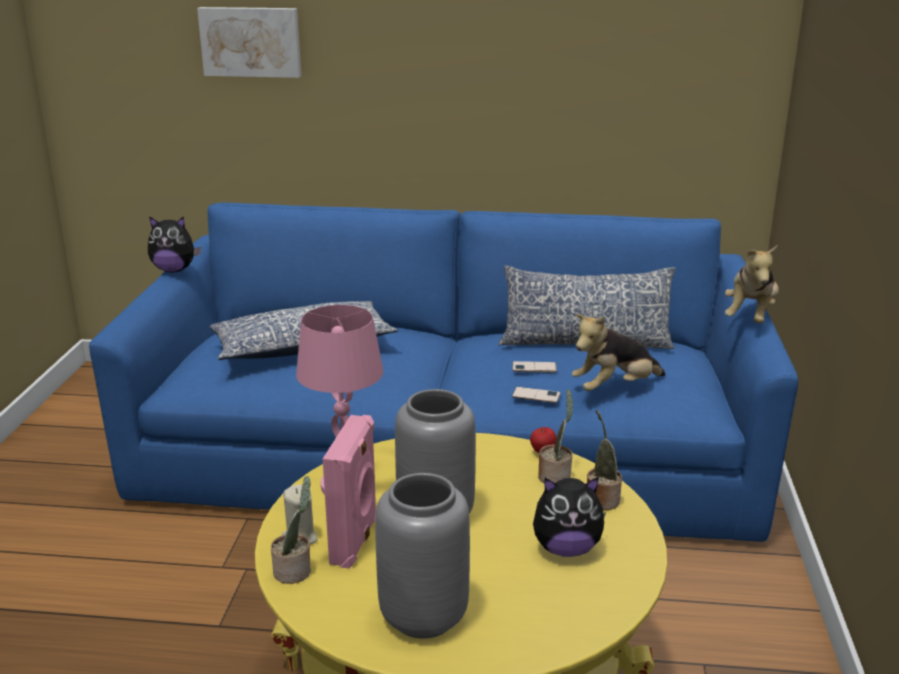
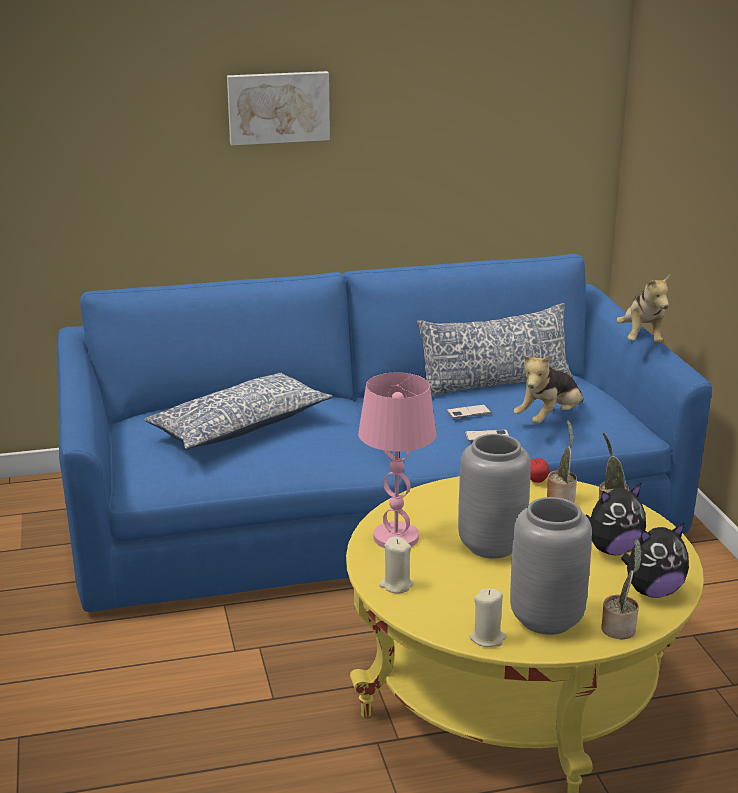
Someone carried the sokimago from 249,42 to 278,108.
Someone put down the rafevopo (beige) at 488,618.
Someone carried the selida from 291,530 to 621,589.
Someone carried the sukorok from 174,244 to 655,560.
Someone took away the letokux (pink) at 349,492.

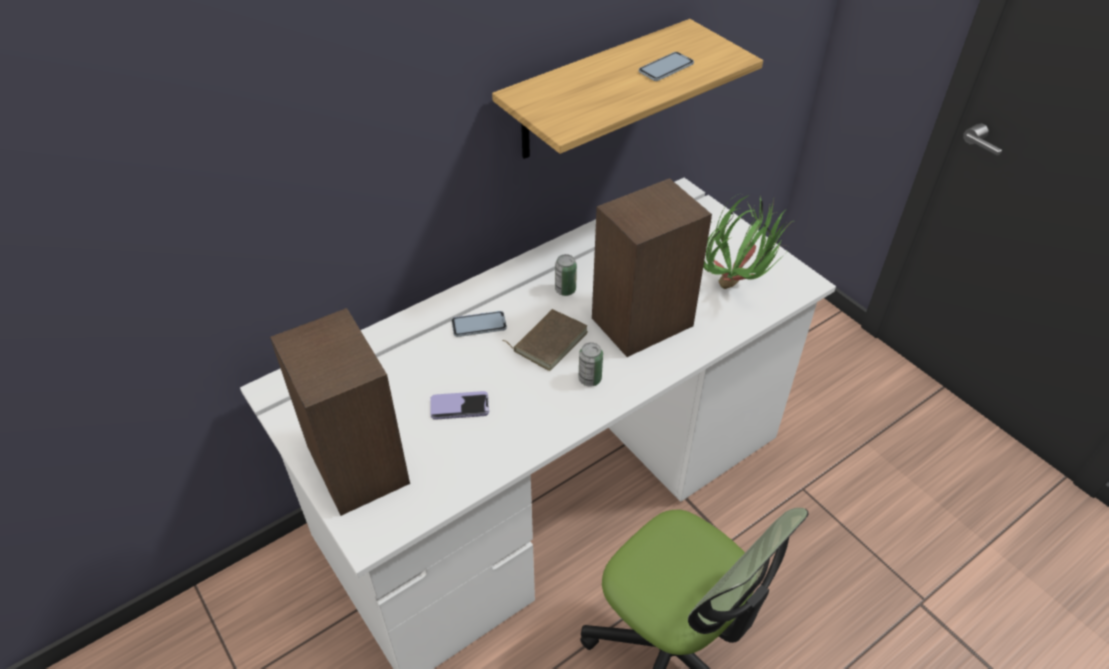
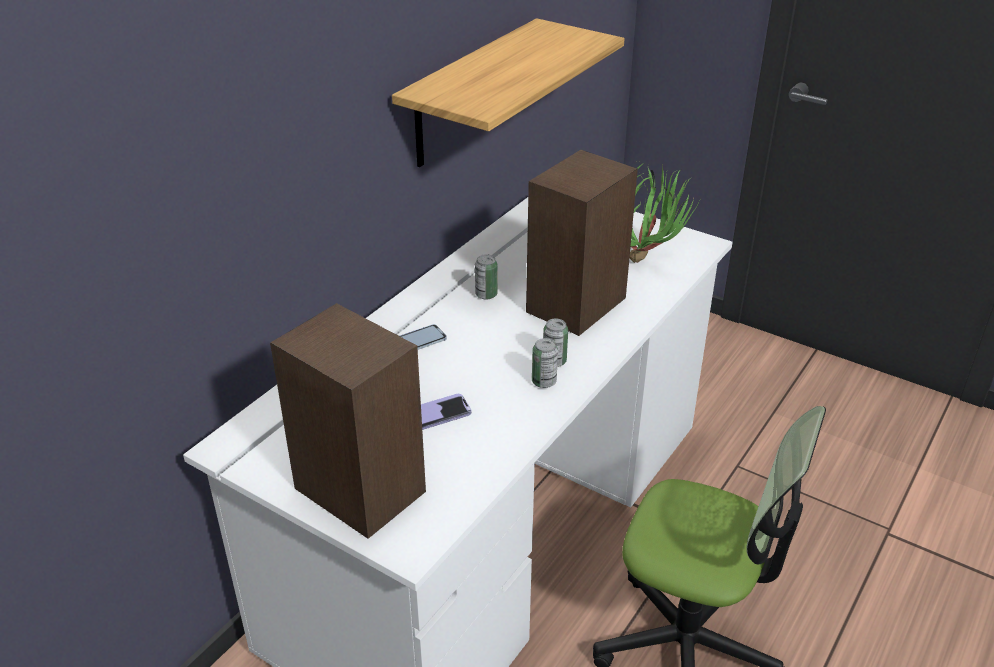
Someone put down the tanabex at 545,363.
Someone took away the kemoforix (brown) at 545,340.
Someone took away the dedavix at 666,66.

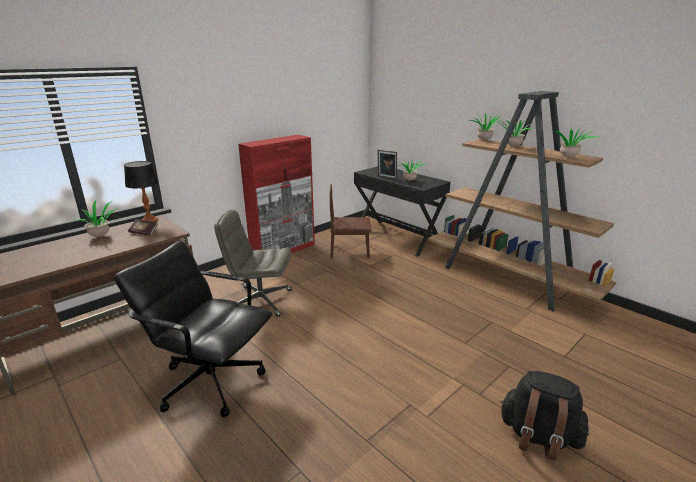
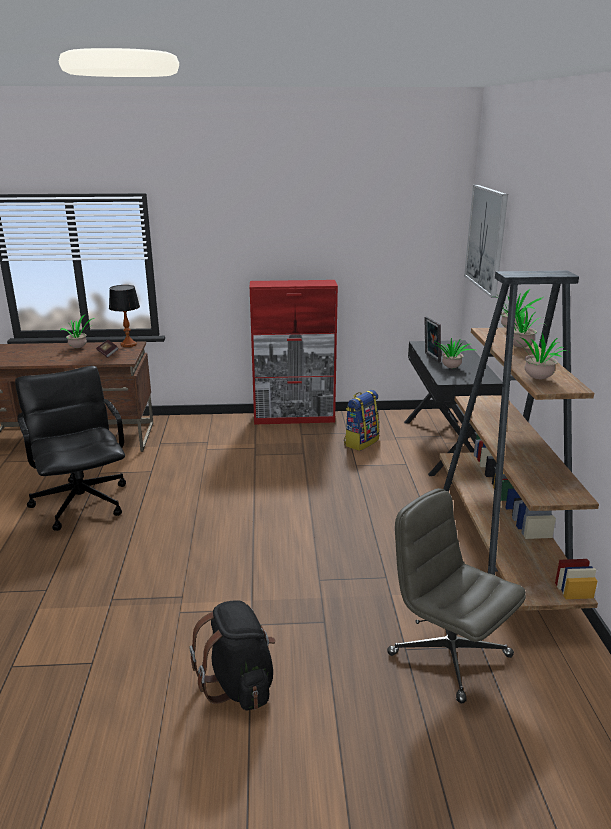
Someone swapped the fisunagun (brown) at 350,221 for the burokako at 362,420.
Someone carried the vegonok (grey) from 253,263 to 456,595.
Someone put up the sokimago at 486,241.

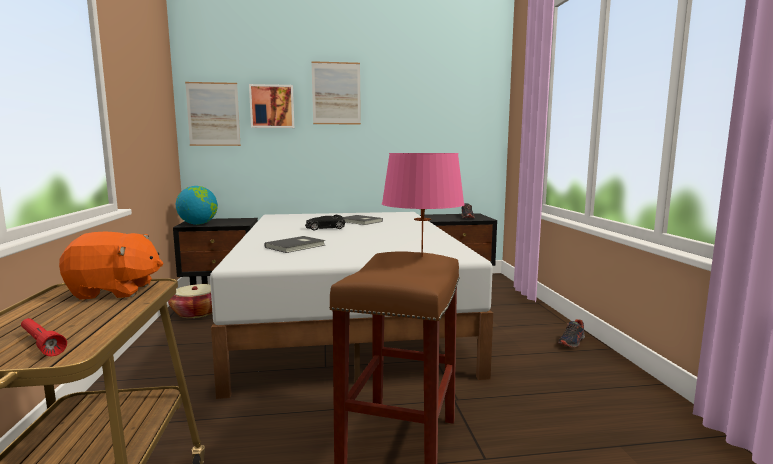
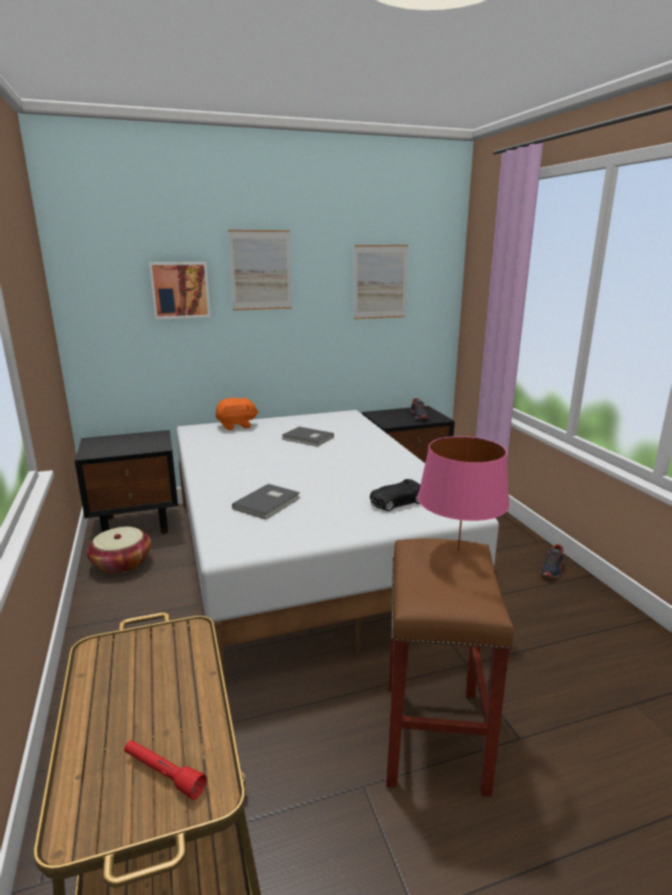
Someone carried the sukorok (orange) from 111,266 to 237,414.
Someone carried the sokimago from 213,114 to 381,282.
Someone carried the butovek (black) from 325,222 to 395,495.
Someone took away the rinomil at 197,205.

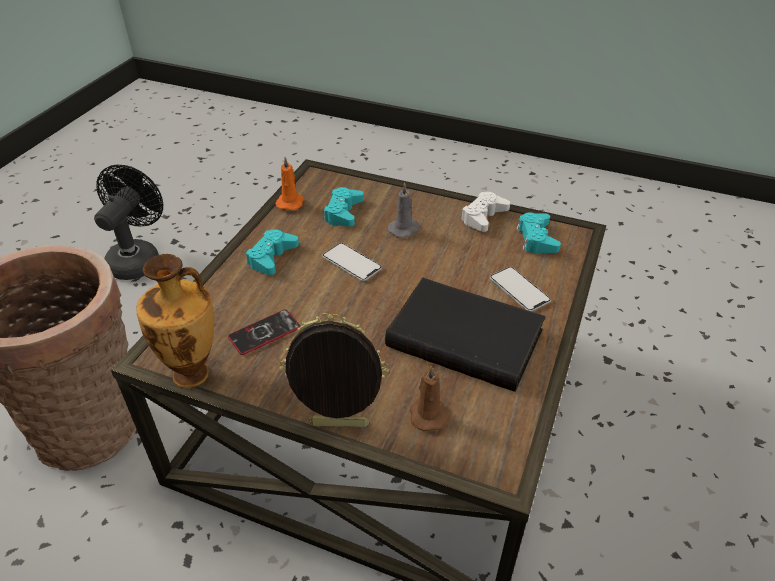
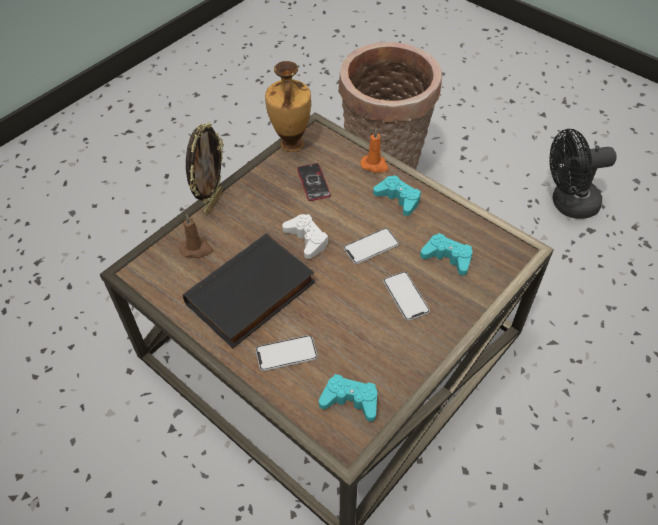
Someone carried the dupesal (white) from 485,212 to 305,236.
Someone carried the rafevopo (orange) from 289,183 to 374,151.
Someone swapped the rafevopo (grey) at 403,210 for the dedavix at 406,296.
Someone rotated the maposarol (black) at 128,222 by 135 degrees clockwise.

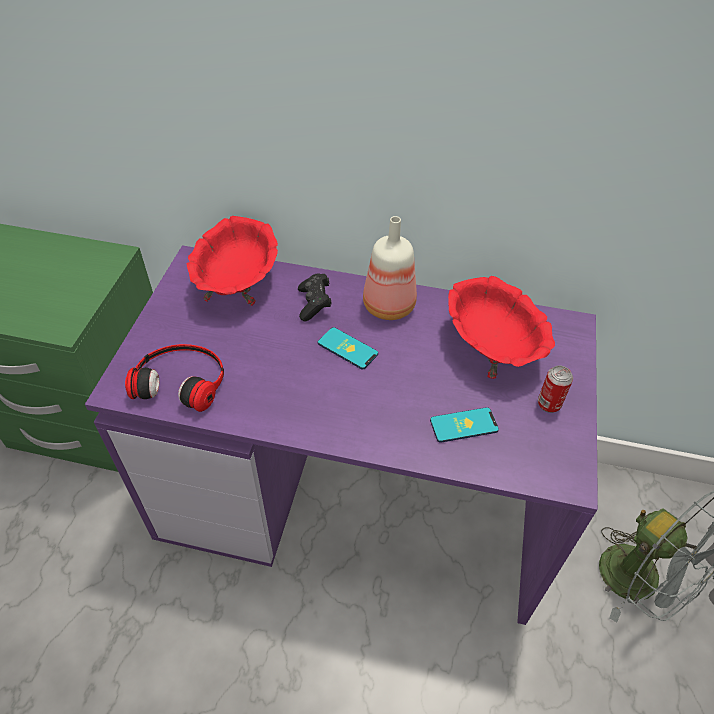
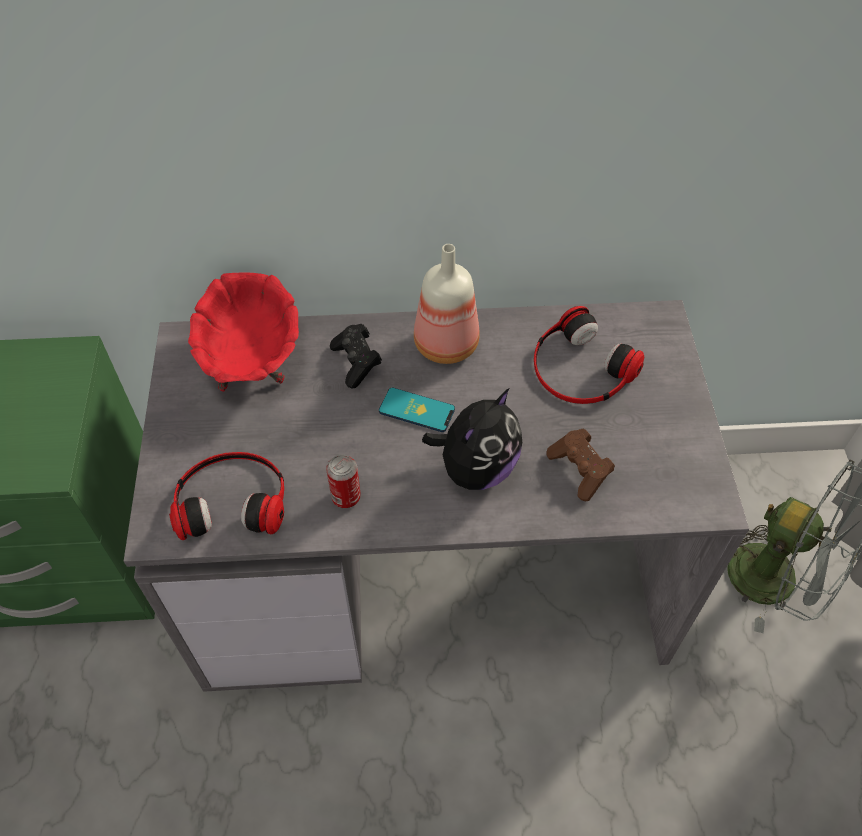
Someone repainted the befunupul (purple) at 341,435, which became the befunupul (grey) at 436,496.
Someone carried the tanabex from 555,389 to 343,481.
Someone put down the sukorok at 472,439.
Someone swapped the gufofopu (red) at 501,327 for the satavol at 589,355.
Someone swapped the dedavix at 464,425 for the dupesal (brown) at 580,465.

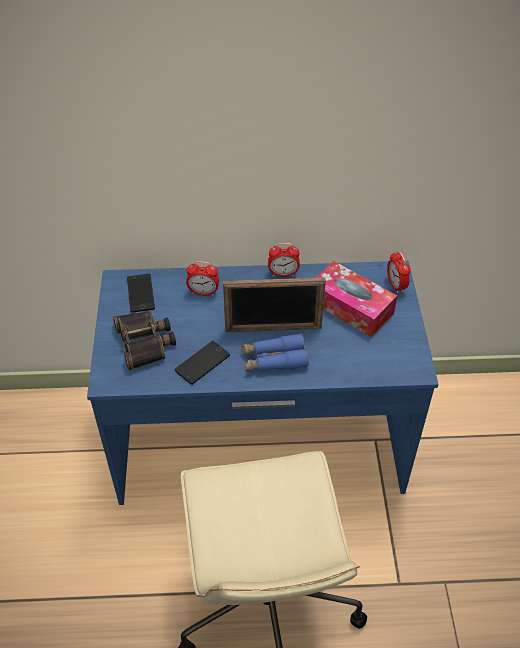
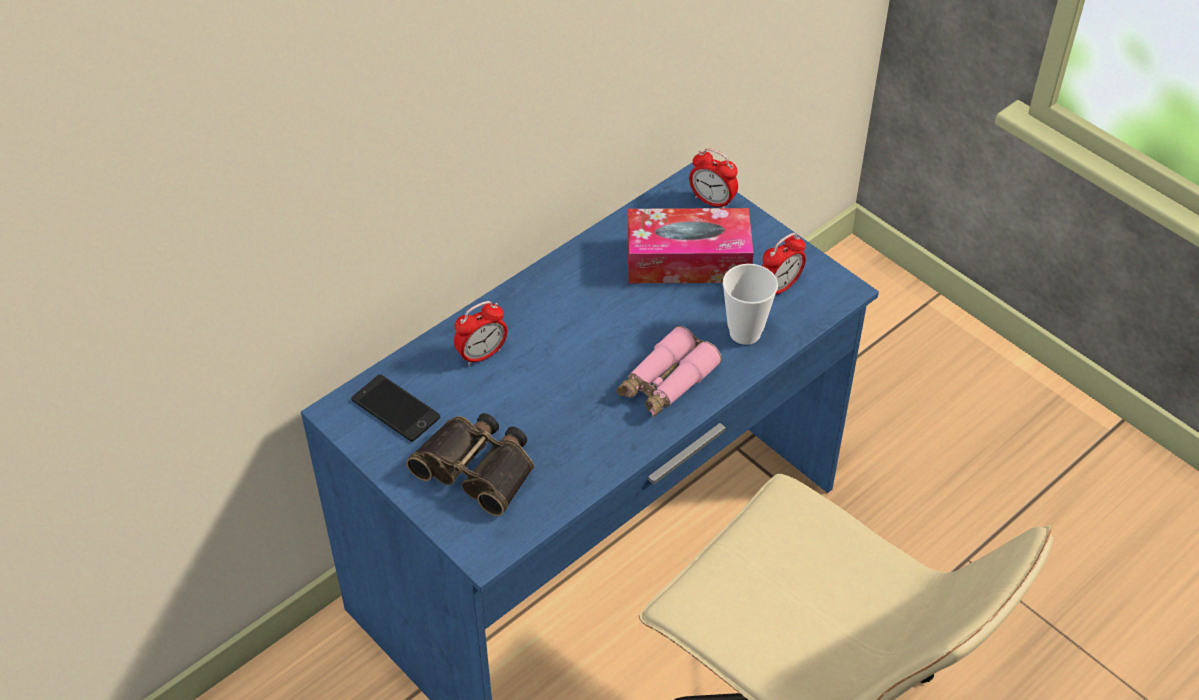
Someone repainted the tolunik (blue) at 275,352, which became the tolunik (pink) at 669,371.
Someone put down the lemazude at 750,304.
Someone carried the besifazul from 284,260 to 784,263.
Someone took away the dedavix at 202,363.
Someone took away the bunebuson at 274,305.

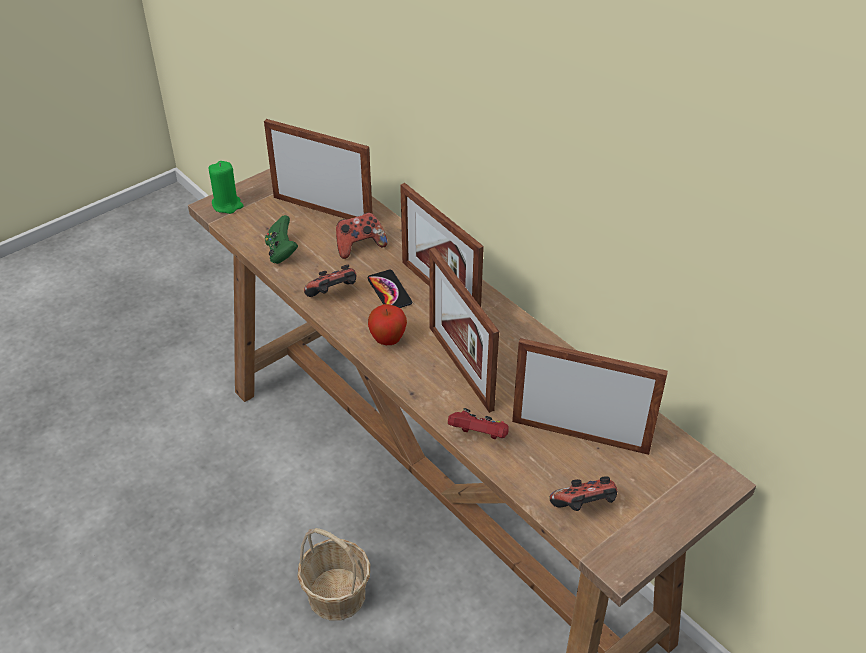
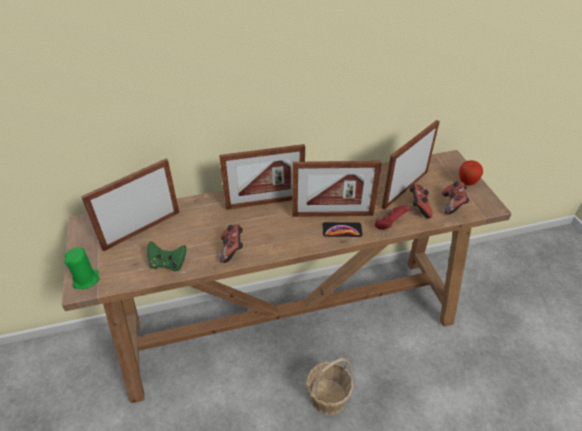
Someone carried the dedavix from 390,289 to 342,229.
Someone carried the dupesal from 362,235 to 421,201.
Someone carried the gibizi from 387,324 to 471,172.

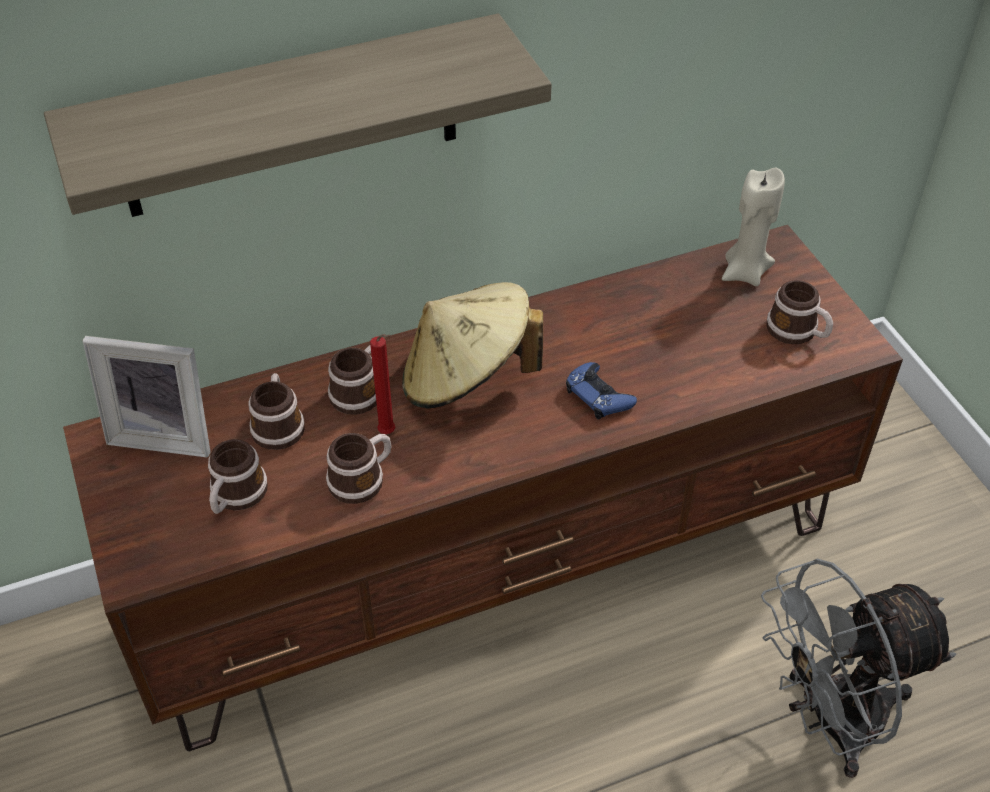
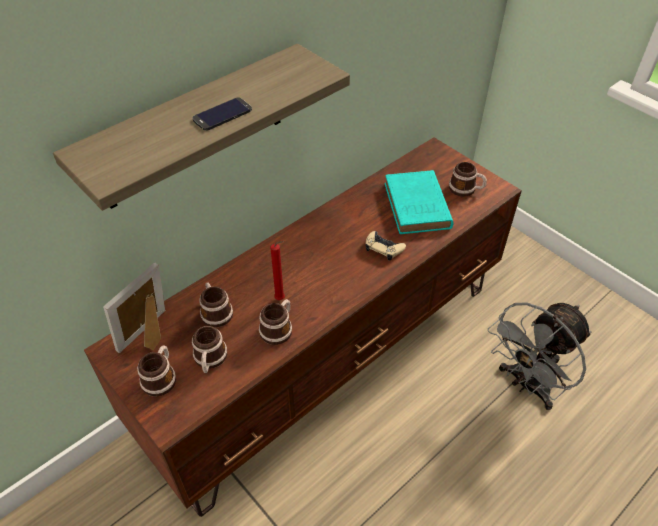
Someone rotated the bunebuson at 147,397 by 135 degrees clockwise.
Someone carried the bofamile from 352,380 to 156,371.
Someone put down the dedavix at 222,114.
Someone repainted the dupesal (blue) at 601,391, which became the dupesal (beige) at 385,246.
Someone put down the kemoforix (turquoise) at 419,202.
Someone took away the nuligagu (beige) at 472,345.
Someone took away the rafevopo (beige) at 753,226.

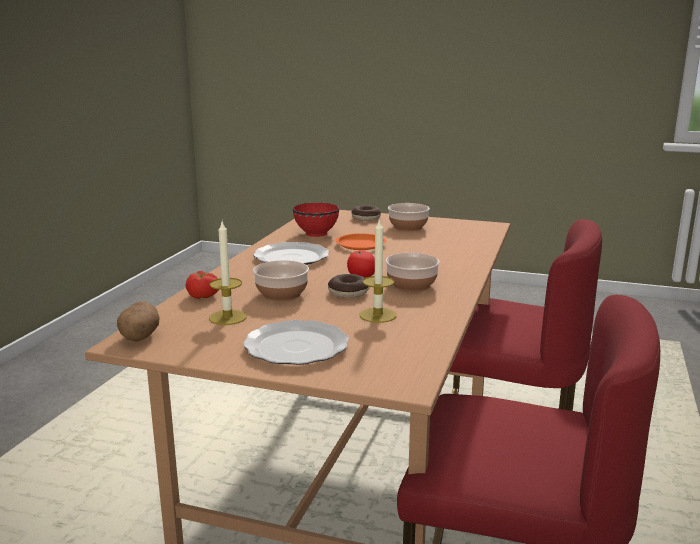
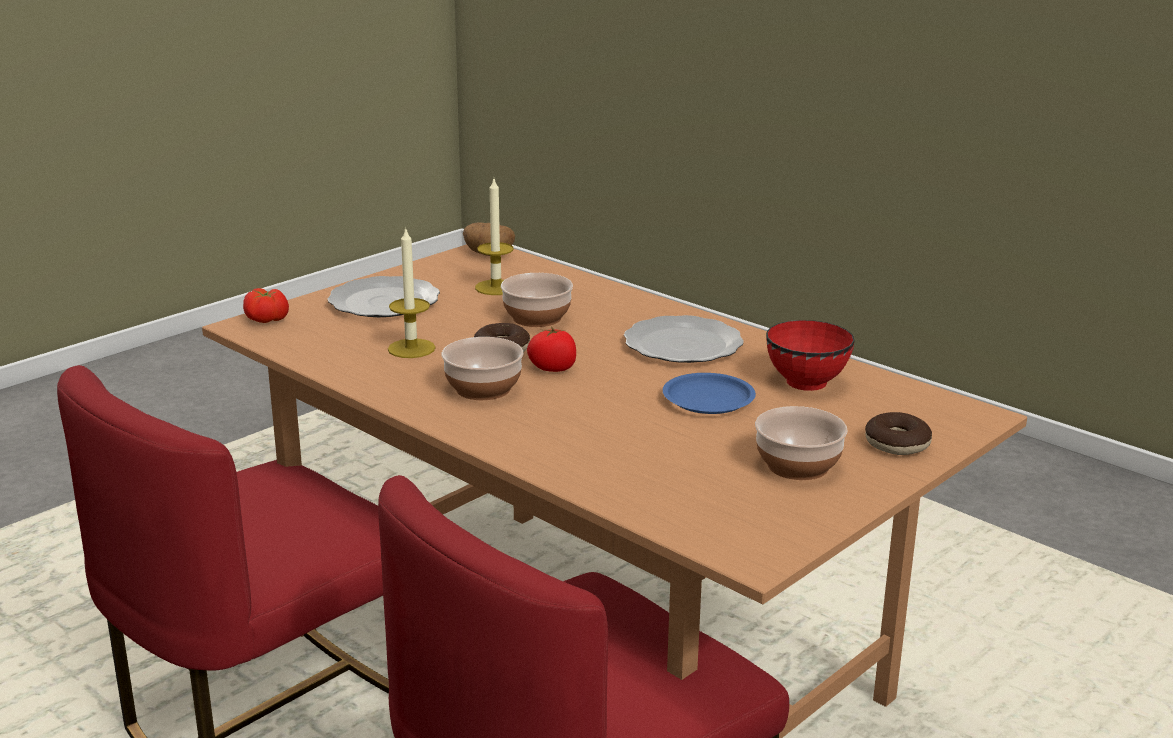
Someone carried the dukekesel from 202,285 to 266,305.
Someone repainted the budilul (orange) at 361,241, which became the budilul (blue) at 709,393.

